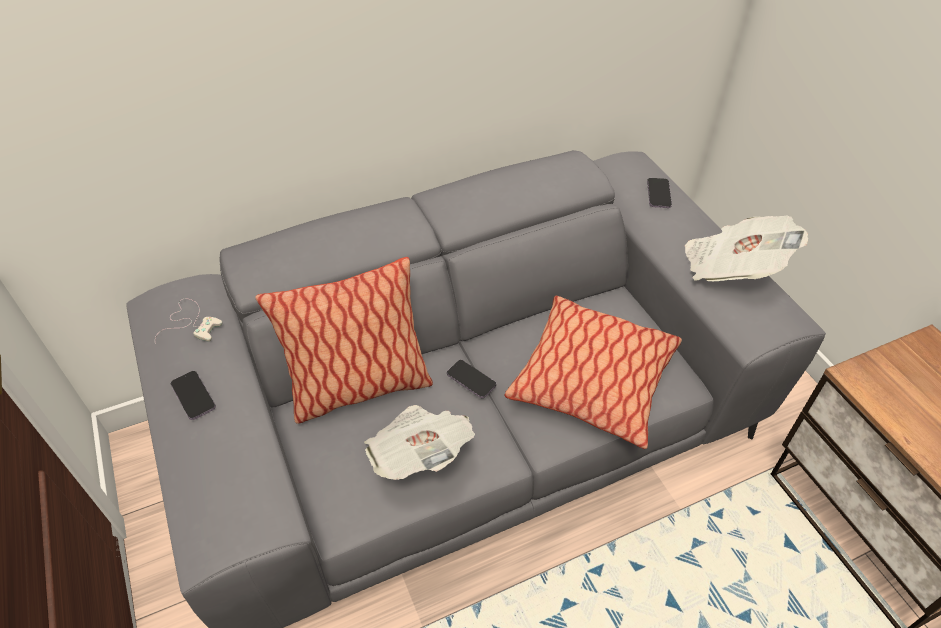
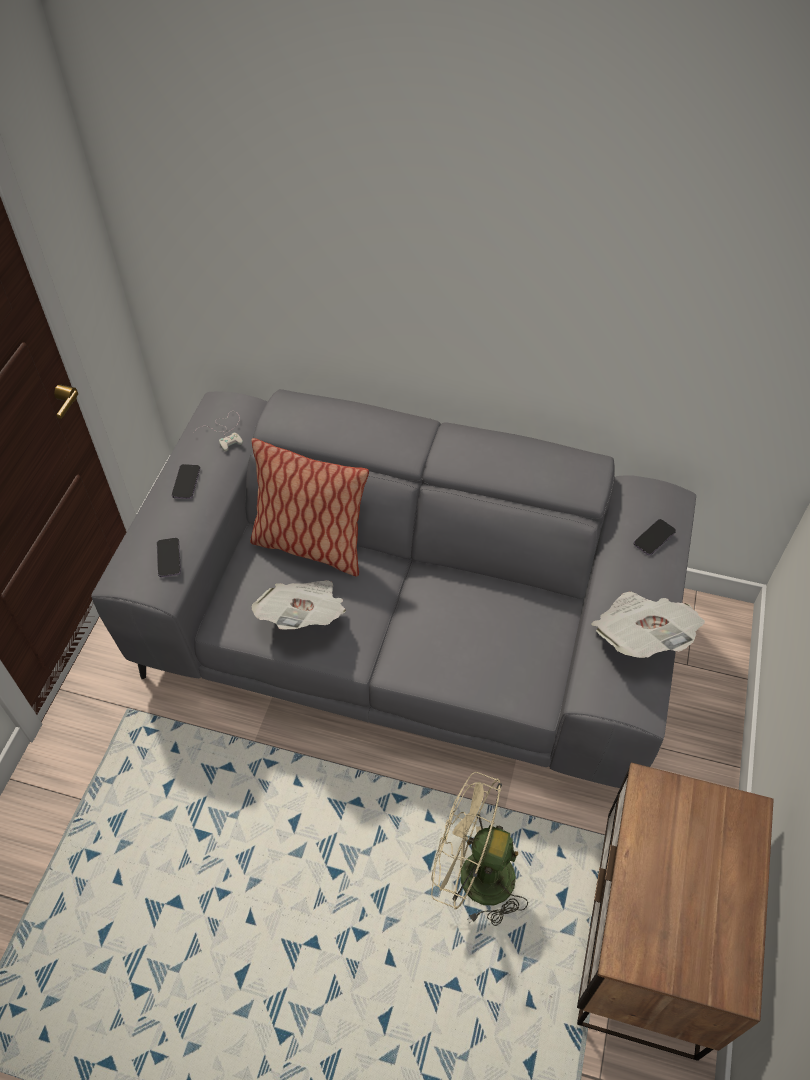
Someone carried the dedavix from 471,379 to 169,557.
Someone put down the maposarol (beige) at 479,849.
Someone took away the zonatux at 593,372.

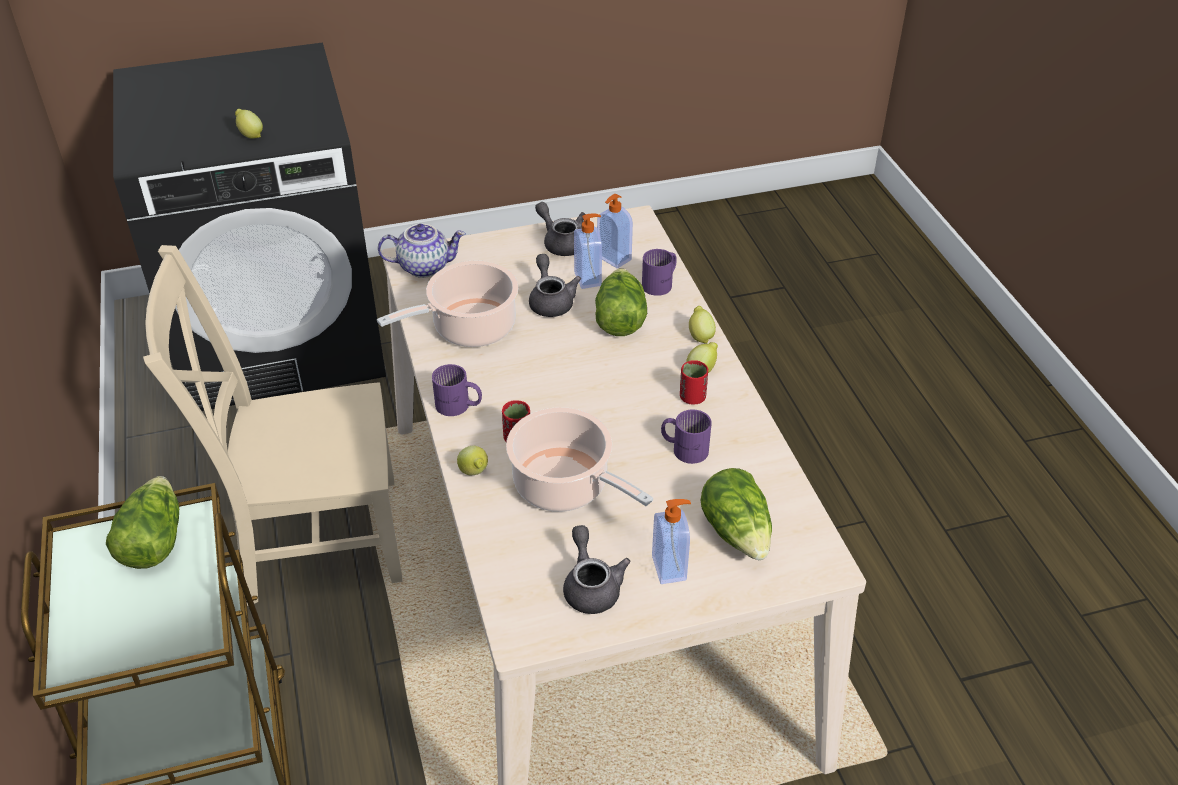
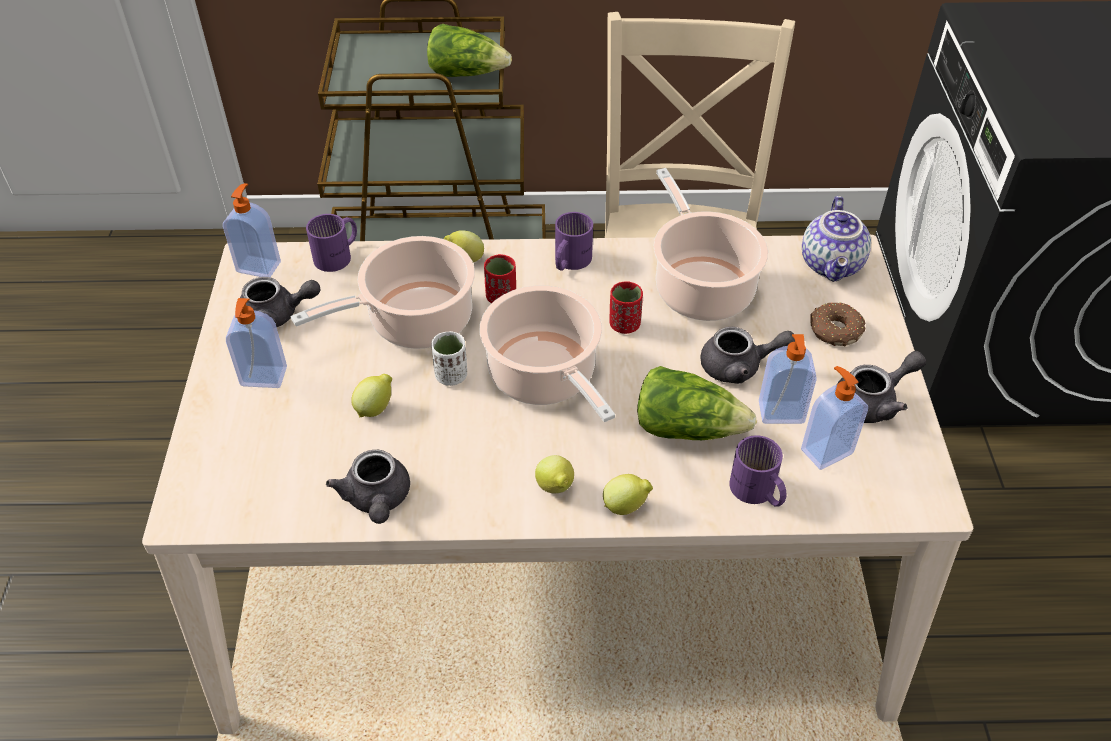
Someone put down the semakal at 252,230.
Someone carried the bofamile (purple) from 686,436 to 331,243.
Someone put down the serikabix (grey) at 368,487.
Someone carried the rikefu from 249,124 to 371,396.
Someone put down the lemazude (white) at 449,358.
Someone put down the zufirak at 547,353.
Someone carried the lemazude (red) from 694,382 to 626,307.
Someone put down the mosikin at 837,324.
Someone took away the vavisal at 736,514.

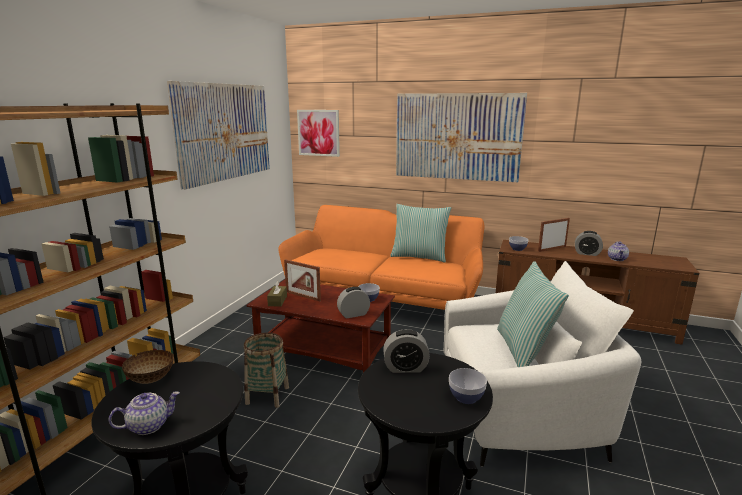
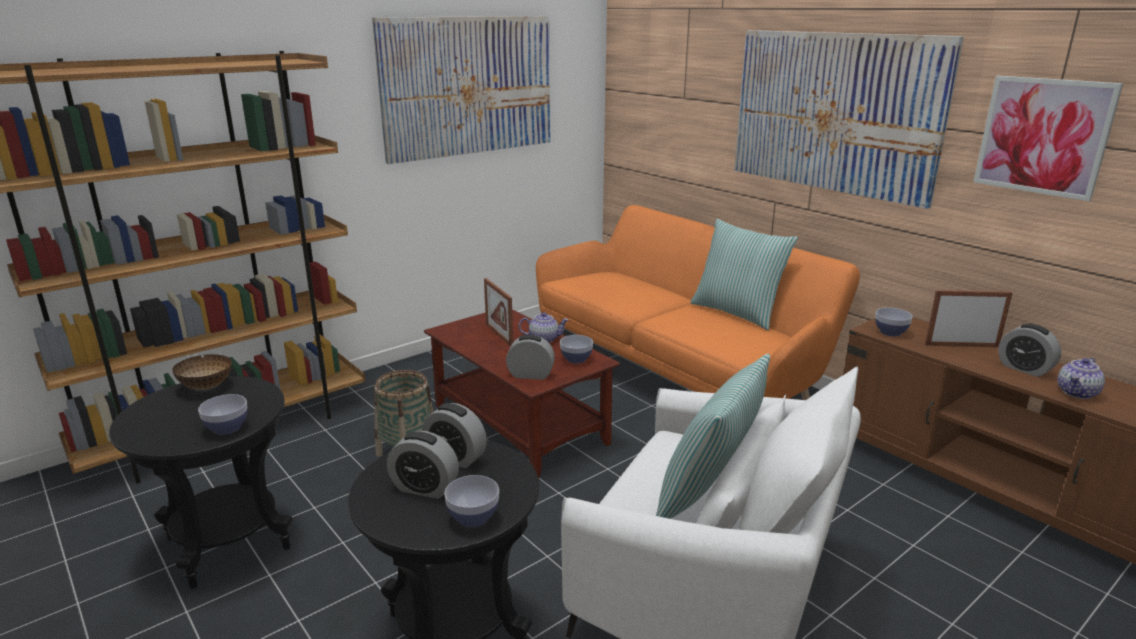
Someone put down the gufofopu at 222,414.
Someone put down the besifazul at 423,465.
Someone carried the serikabix from 144,413 to 544,327.
Someone carried the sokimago from 318,133 to 1048,138.
Someone took away the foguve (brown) at 277,294.

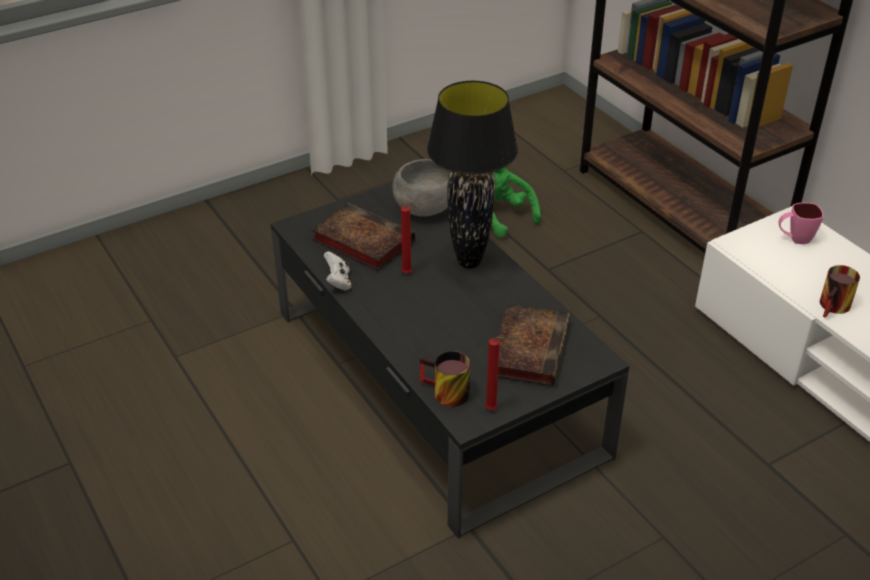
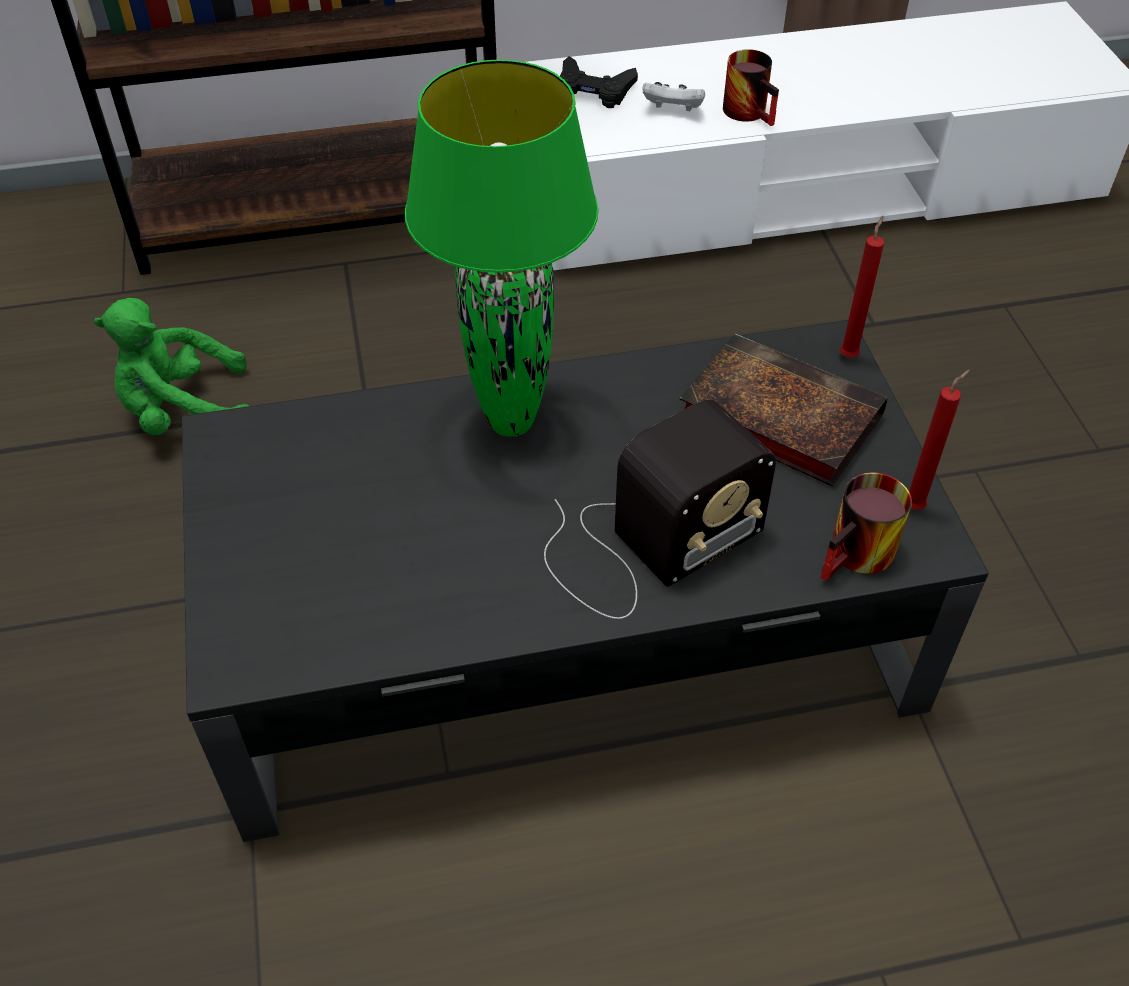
Someone repainted the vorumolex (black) at 472,175, which became the vorumolex (green) at 502,248.
Someone put down the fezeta at 660,509.
Someone swapped the bofamile (pink) at 801,223 for the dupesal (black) at 599,82.
Someone carried the dupesal (white) from 337,270 to 673,96.
Someone carried the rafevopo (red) from 408,237 to 862,287.
Someone took away the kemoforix at 363,237.
Someone took away the gufofopu (grey) at 421,188.

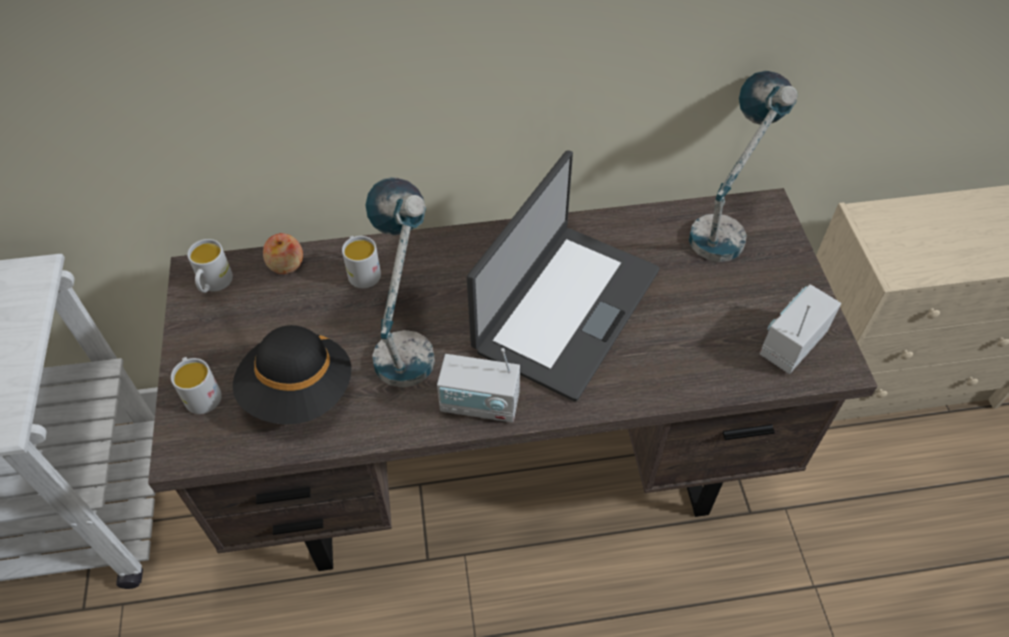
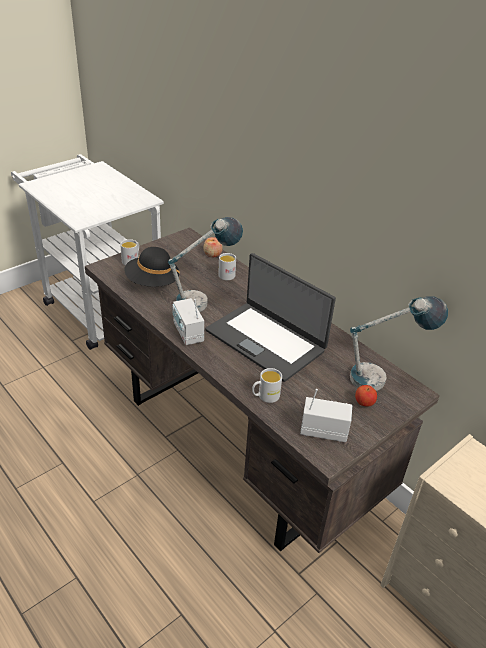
Someone rotated the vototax at 563,275 by 45 degrees clockwise.
Someone carried the bofamile (white) from 210,266 to 267,385.
Someone put down the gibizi at 366,396.

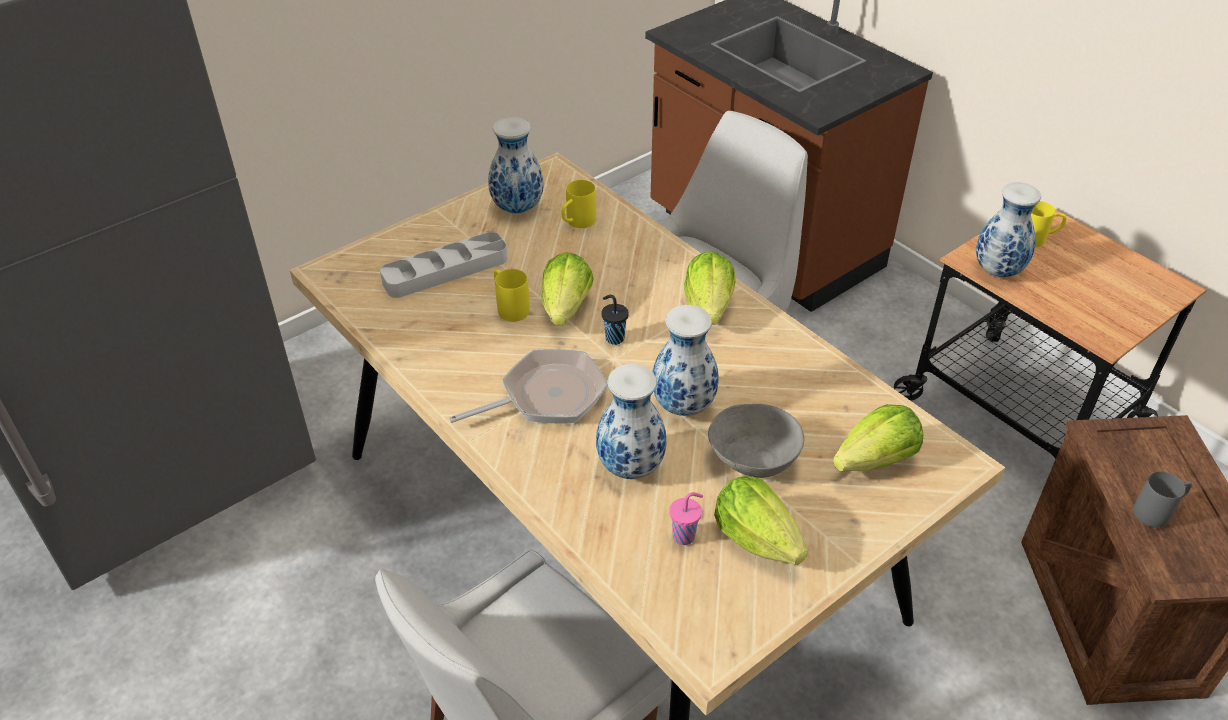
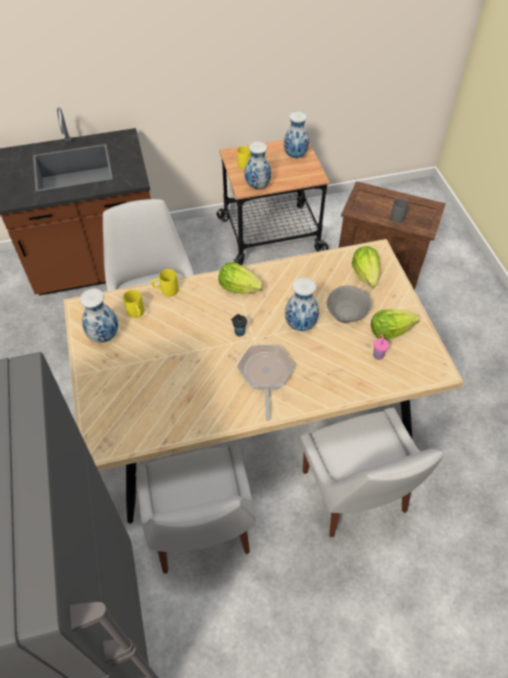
Someone put down the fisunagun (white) at 195,509.
Someone carried the bofamile (yellow) from 512,295 to 165,283.
Someone carried the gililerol from 631,421 to 296,134.
Someone took away the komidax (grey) at 444,265.
Someone took away the vavisal at 567,289.

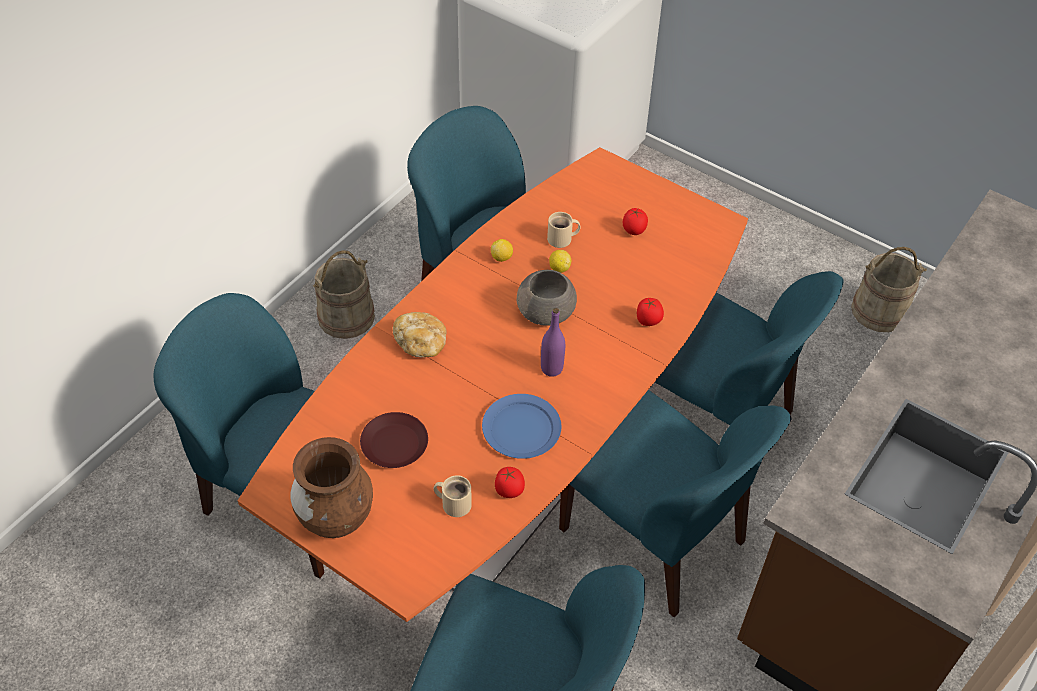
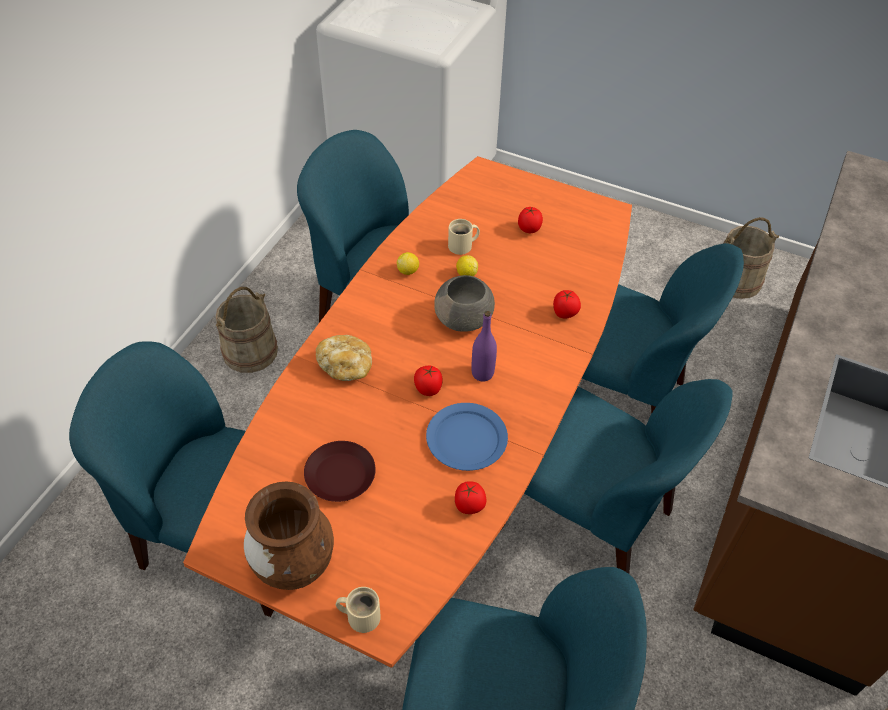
Someone carried the bofamile (beige) from 452,496 to 358,610.
Someone put down the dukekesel at 428,380.

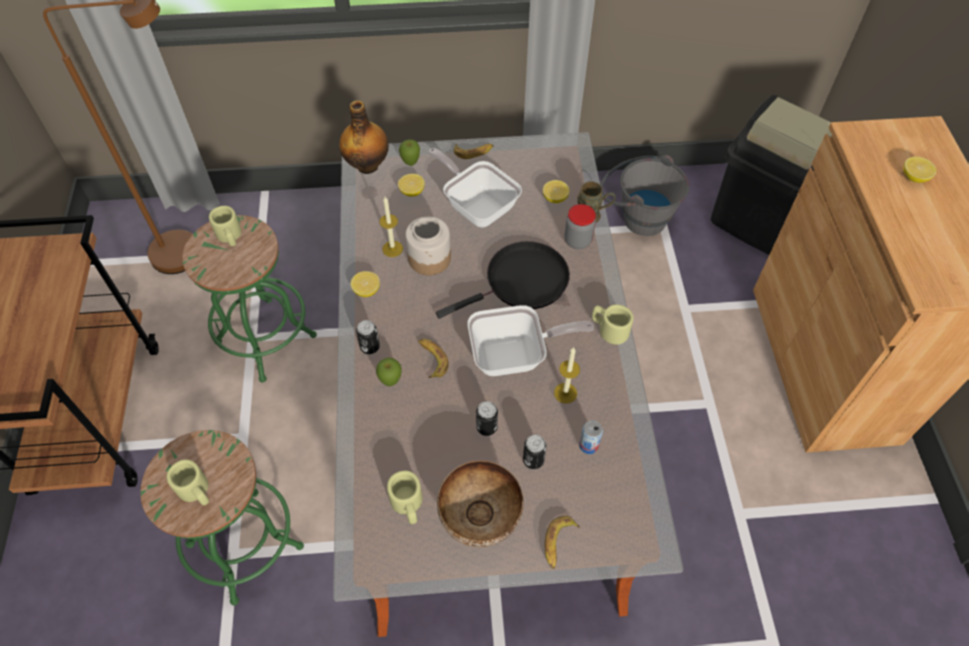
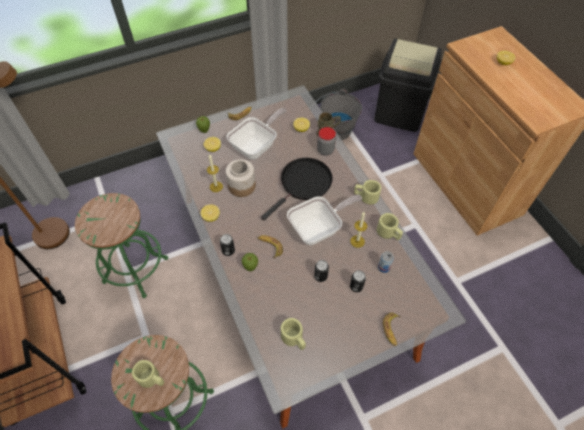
Someone rotated the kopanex at 475,188 by 105 degrees clockwise.
Someone carried the bofamile (beige) from 225,226 to 390,226.
Someone took away the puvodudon at 364,137.
Someone took away the gufofopu at 480,504.

